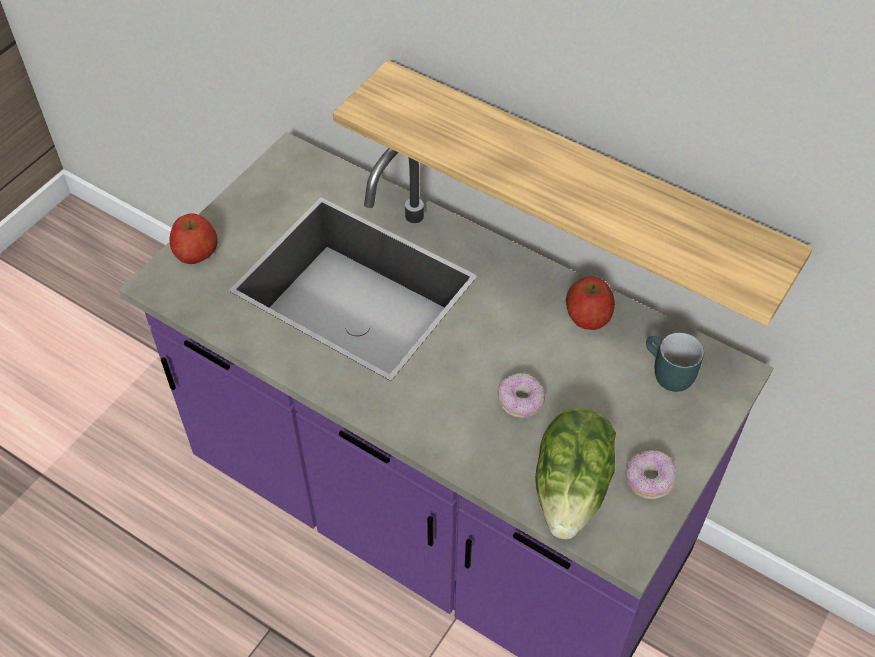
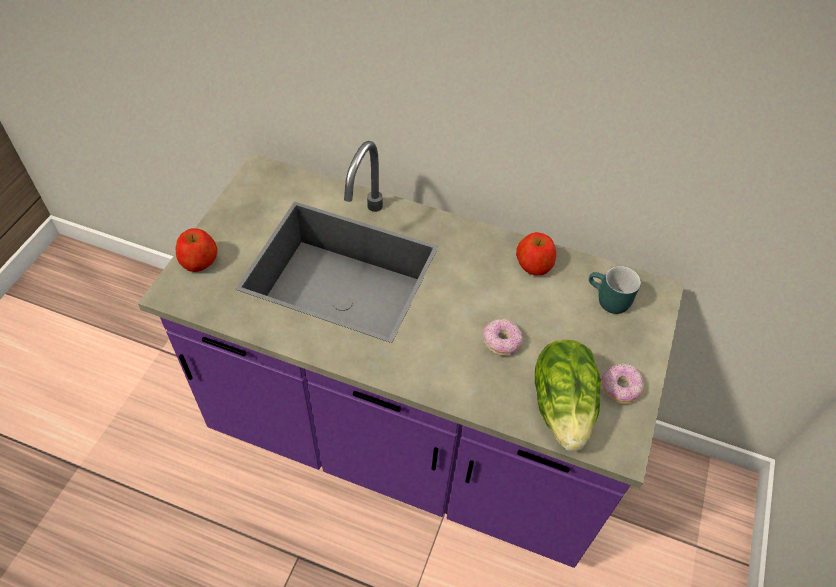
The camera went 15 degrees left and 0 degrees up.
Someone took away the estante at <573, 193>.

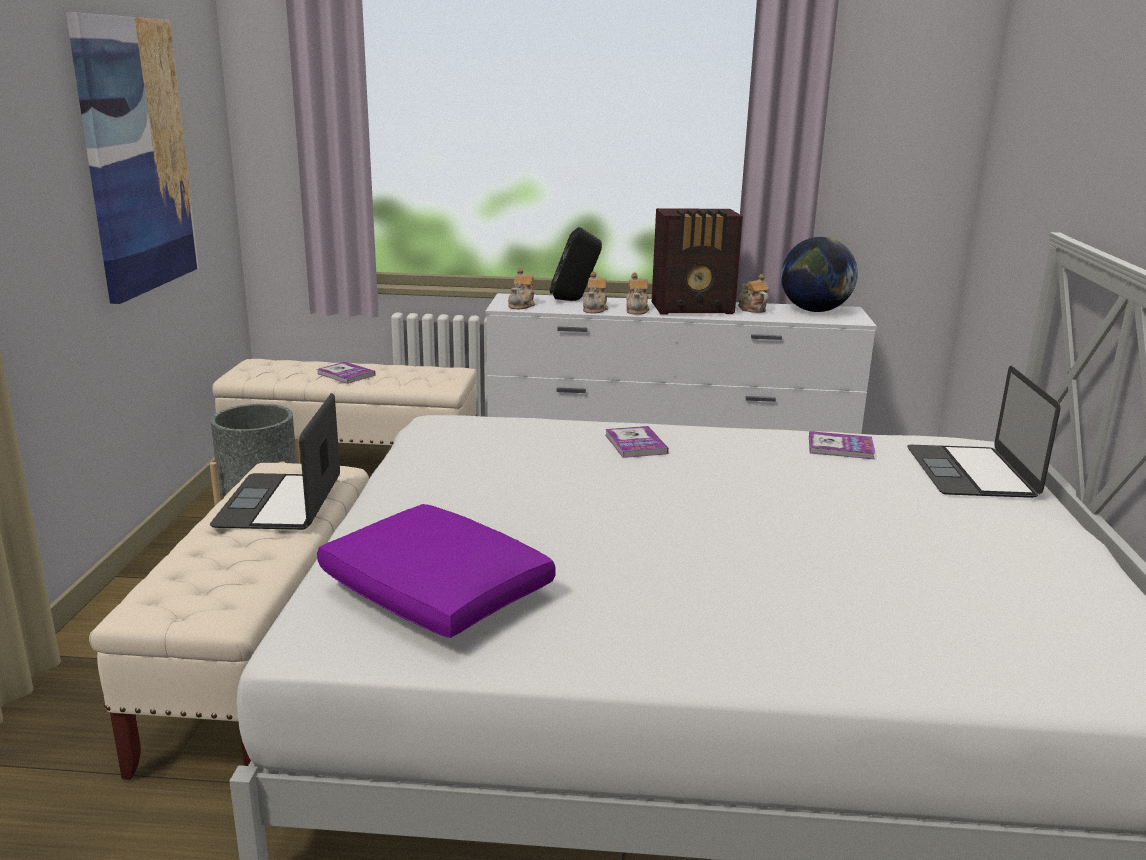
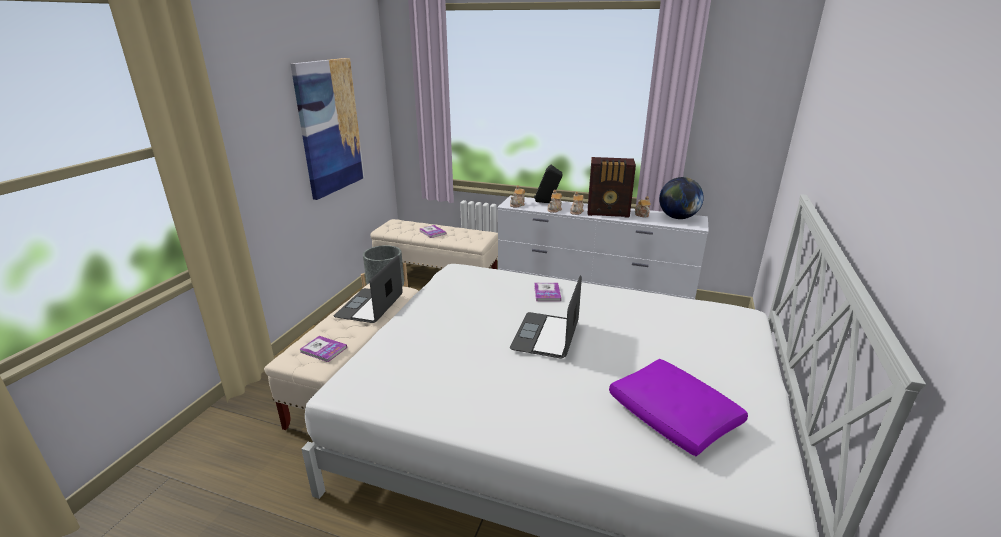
The camera went 15 degrees right and 5 degrees up.
Someone carried the cojín/morado from <436, 571> to <678, 407>.
Someone carried the libro from <842, 445> to <323, 349>.
Someone carried the portátil from <984, 432> to <546, 316>.

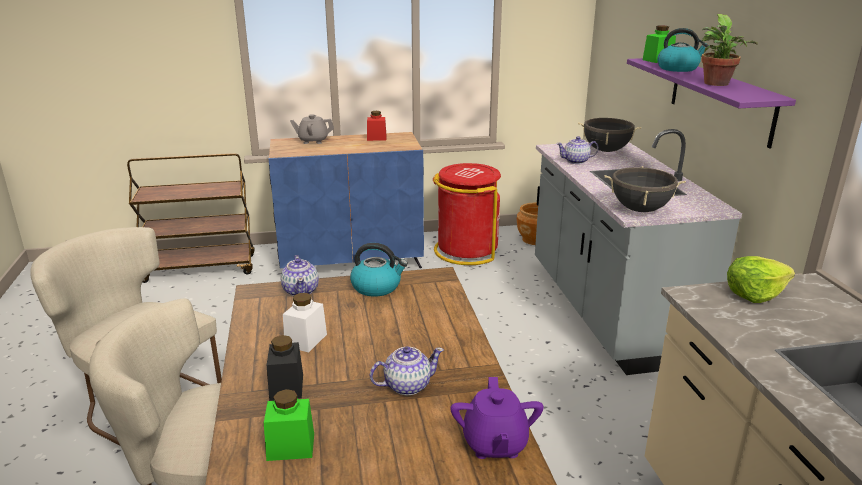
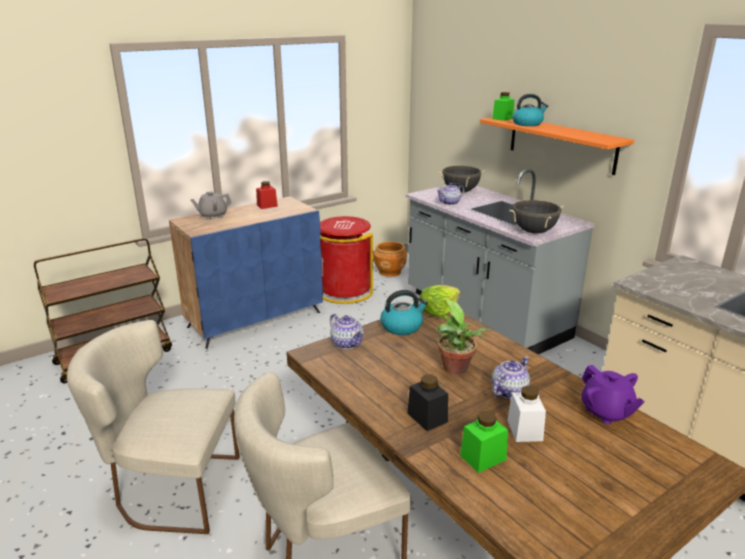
The camera went 25 degrees left and 0 degrees up.
Someone carried the tarro/blanco from <305, 323> to <527, 414>.
Someone carried the planta en maceta from <729, 50> to <463, 337>.
Someone carried the lechuga from <761, 279> to <440, 301>.
Someone repainted the estante/morado at <711, 103>, which became the estante/naranja at <557, 146>.

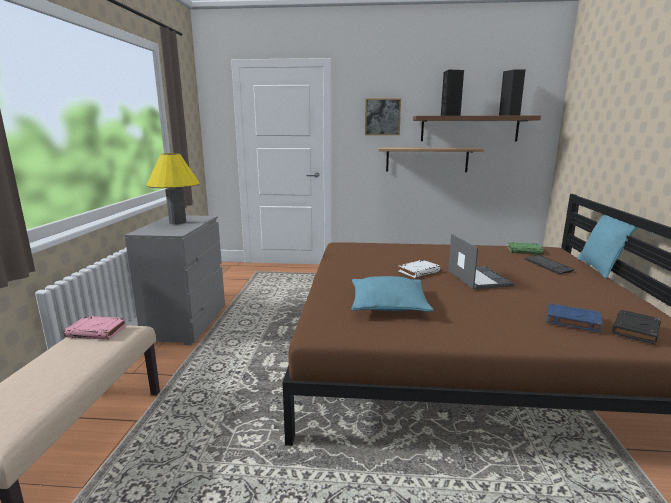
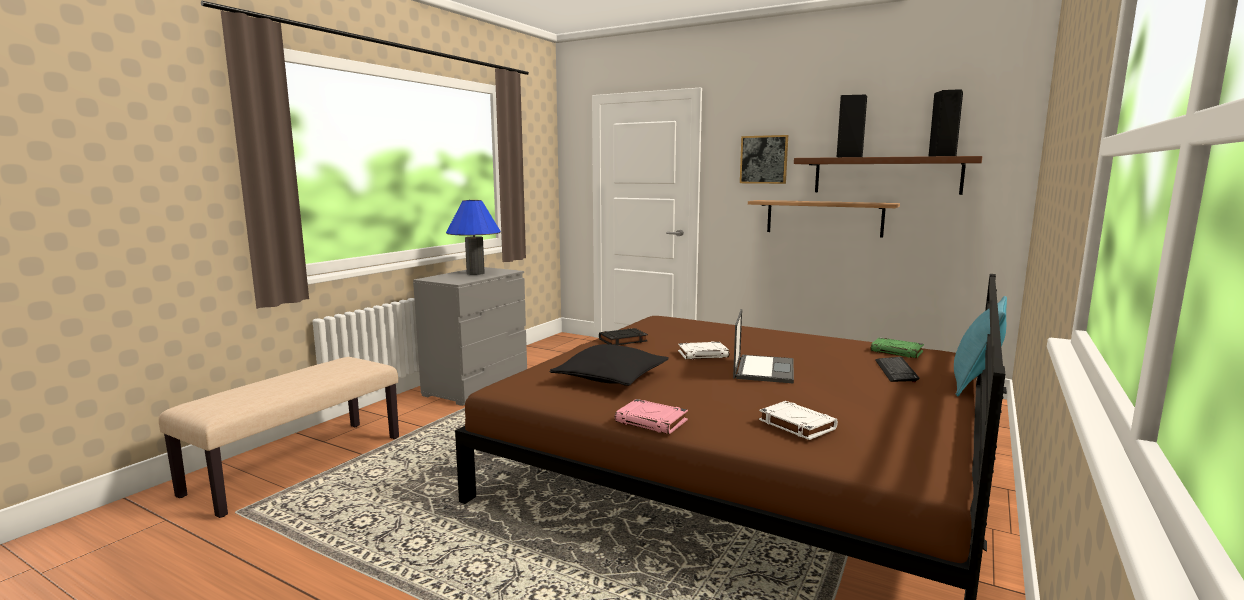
The camera went 25 degrees right and 5 degrees down.
Someone carried the libro/rosa from <95, 328> to <651, 416>.
Someone carried the libro/negro from <636, 327> to <623, 336>.
Someone repainted the lámpara de mesa/amarillo at <173, 188>, which became the lámpara de mesa/azul at <473, 237>.
Someone repainted the cojín/turquesa at <393, 294>, which became the cojín/negro at <609, 365>.
Someone repainted the libro/azul at <575, 317>, which became the libro/blanco at <798, 420>.

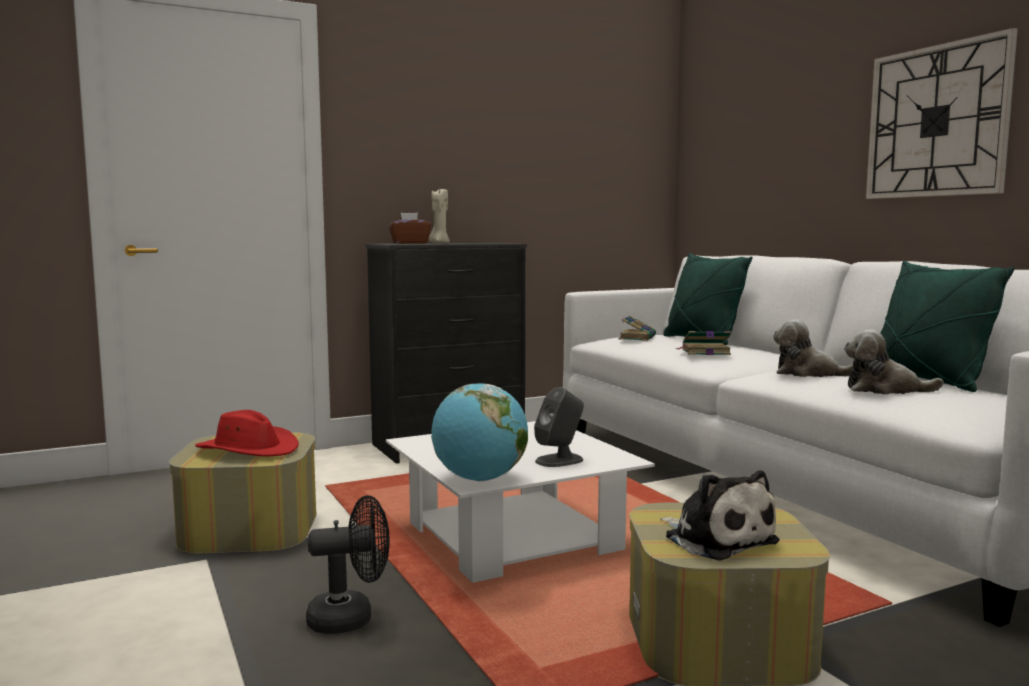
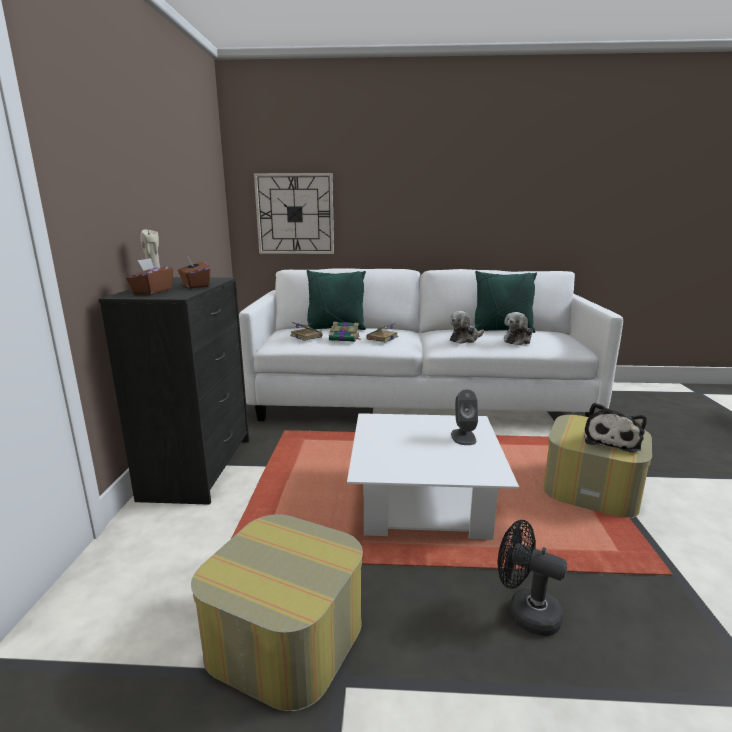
The camera went 60 degrees left and 10 degrees up.
Someone took away the sombrero/rojo at <247, 433>.
Someone took away the globo terráqueo at <479, 432>.
Someone put down the caja de pañuelos/marrón at <194, 272>.
Someone put down the libro at <345, 332>.
Someone carried the reloj de pared from <942, 113> to <294, 213>.
Someone rotated the ventilador/negro at <348, 564> by 75 degrees counterclockwise.
Someone rotated the peluche at <720, 515> by 120 degrees clockwise.

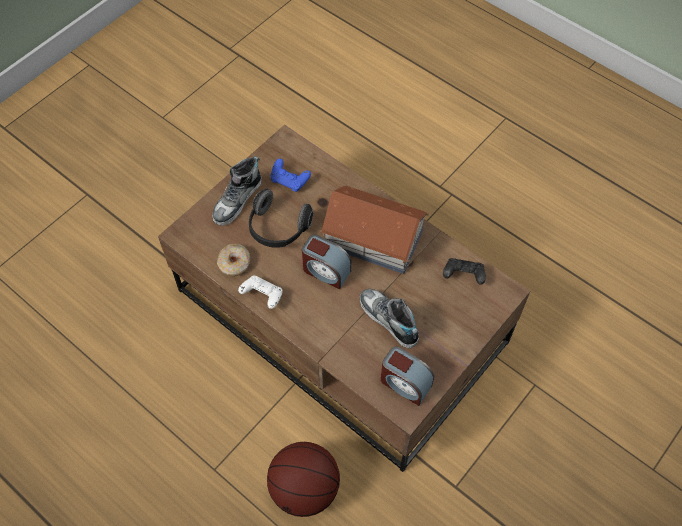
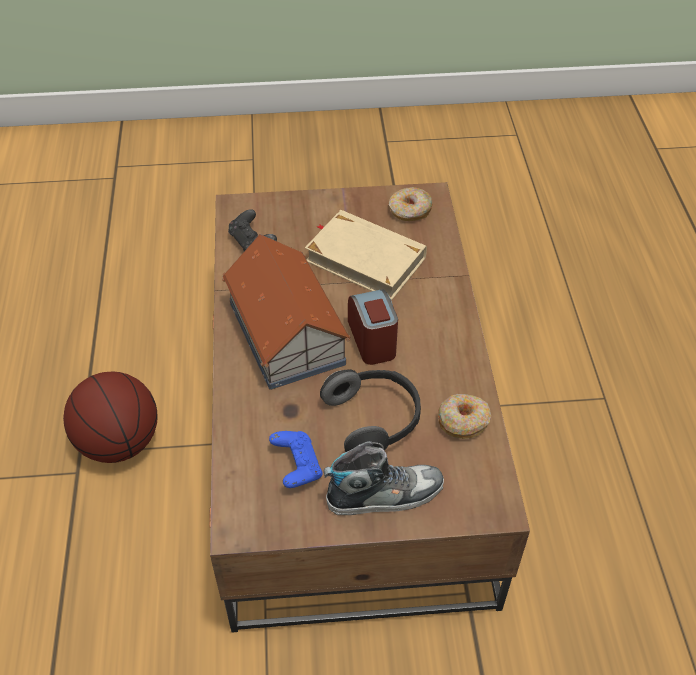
The camera went 135 degrees left and 10 degrees down.
Someone took away the mando de consola/blanco at <260, 292>.
Someone carried the balón de baloncesto from <303, 479> to <110, 417>.
Someone swapped the zapato at <389, 319> for the libro/beis at <366, 255>.
Someone swapped the despertador at <407, 376> for the rosquilla at <411, 204>.

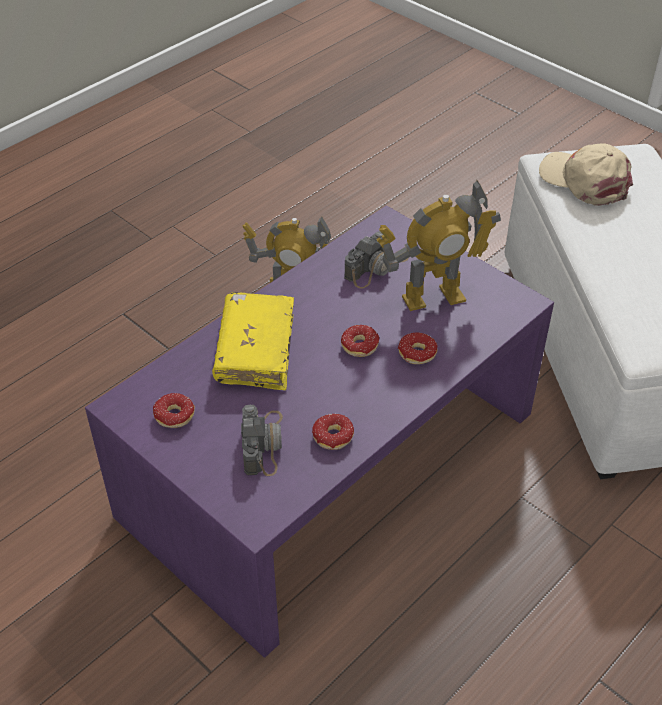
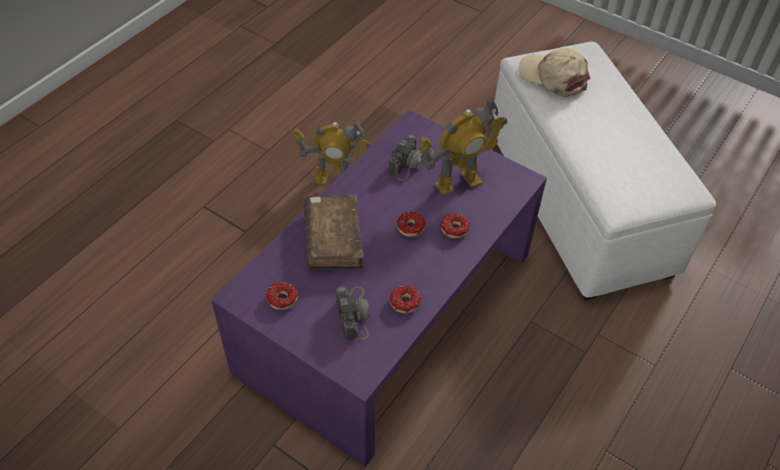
The camera went 10 degrees left and 5 degrees up.
Someone repainted the libro/amarillo at <253, 341>, which became the libro/marrón at <334, 232>.

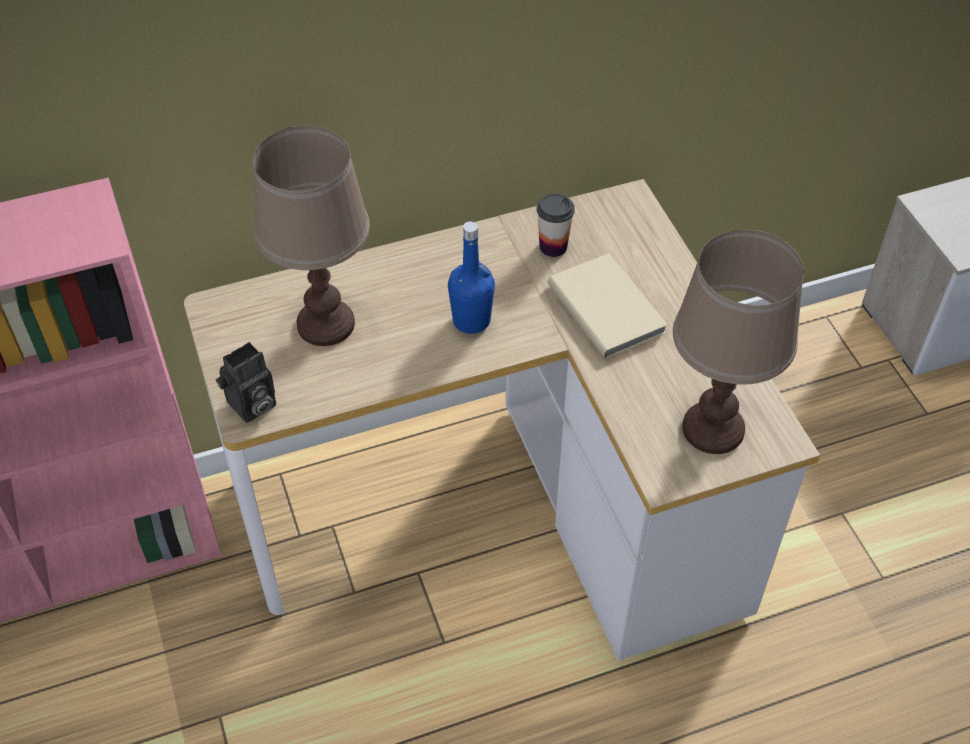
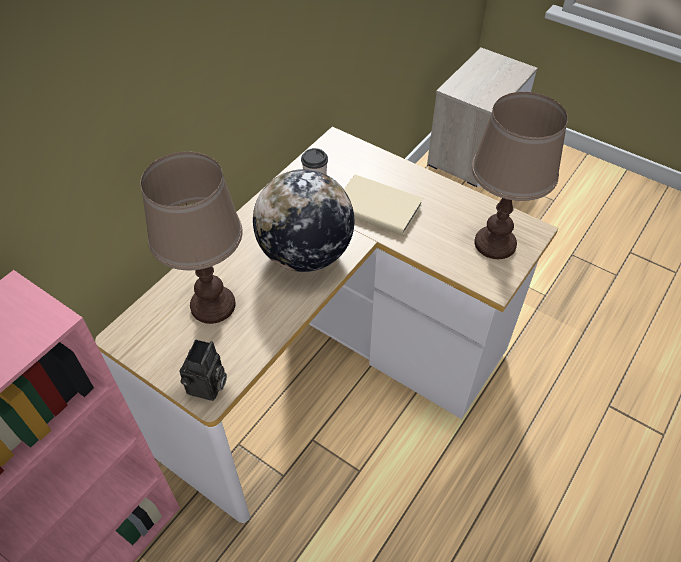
The camera went 35 degrees left and 0 degrees up.
Someone swapped the botella/azul at <471, 277> for the globo terráqueo at <303, 220>.

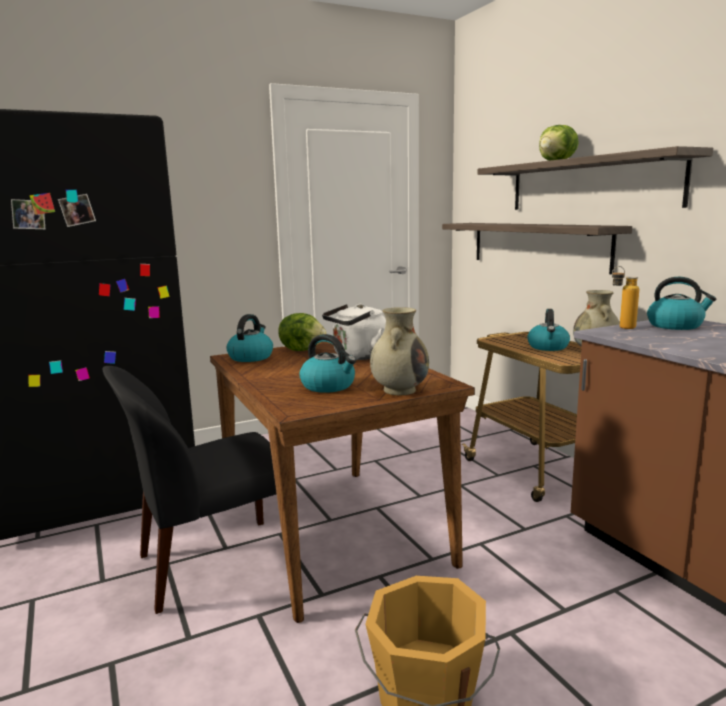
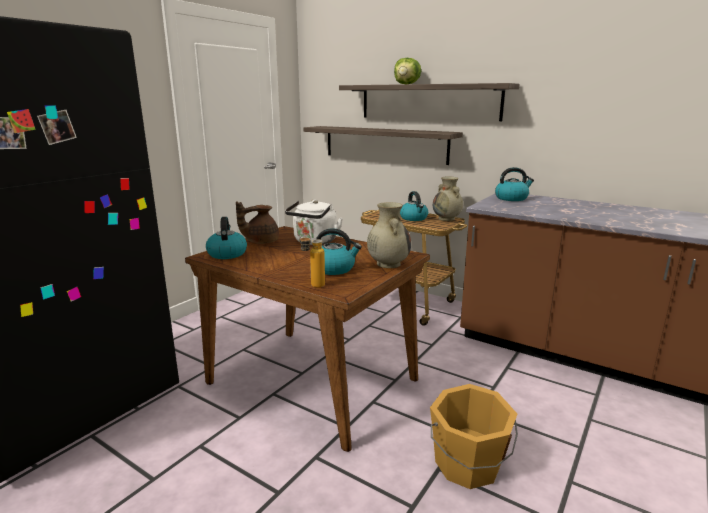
The camera went 30 degrees left and 5 degrees up.
Someone took away the silla/negro at <189, 490>.
Someone carried the botella from <625, 297> to <312, 260>.
Someone swapped the lechuga at <302, 332> for the tetera/marrón at <257, 222>.

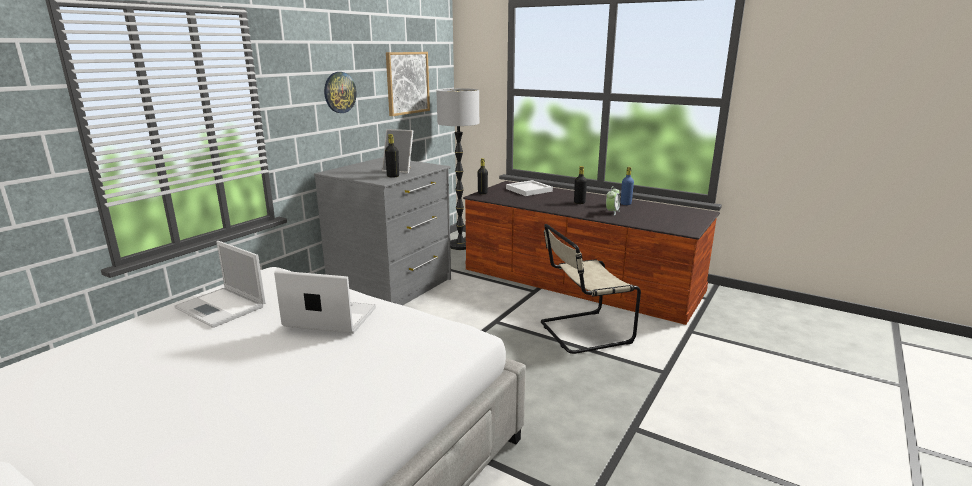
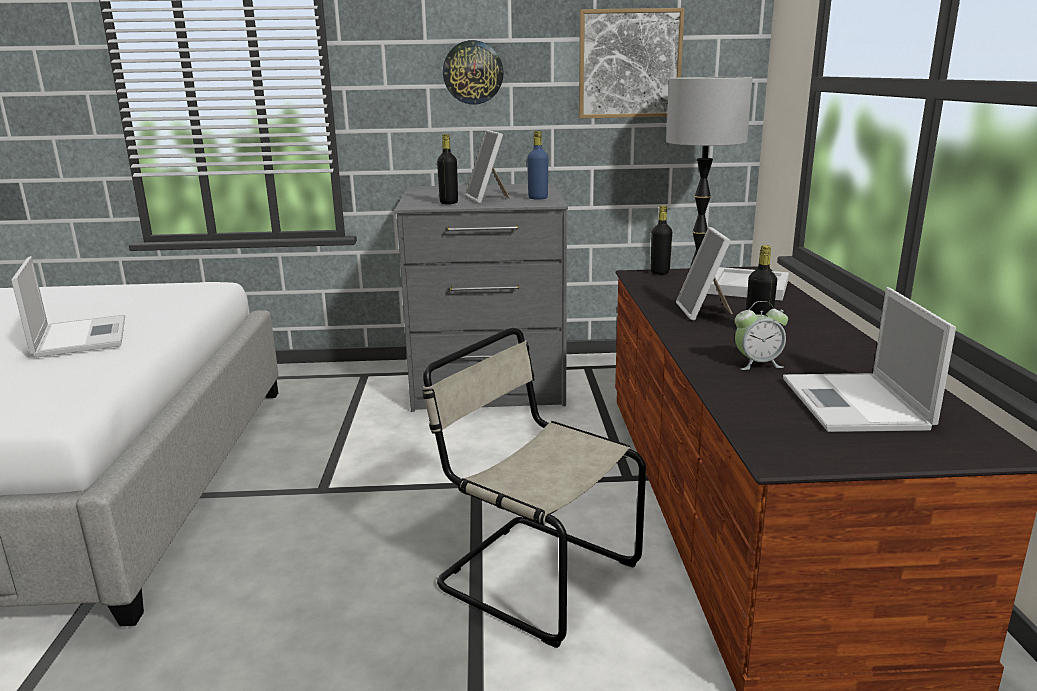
The camera went 55 degrees right and 0 degrees up.
Someone put down the portarretratos at <704, 273>.
Someone carried the portátil from <220, 284> to <869, 359>.
Someone carried the botella/azul from <627, 186> to <537, 165>.

